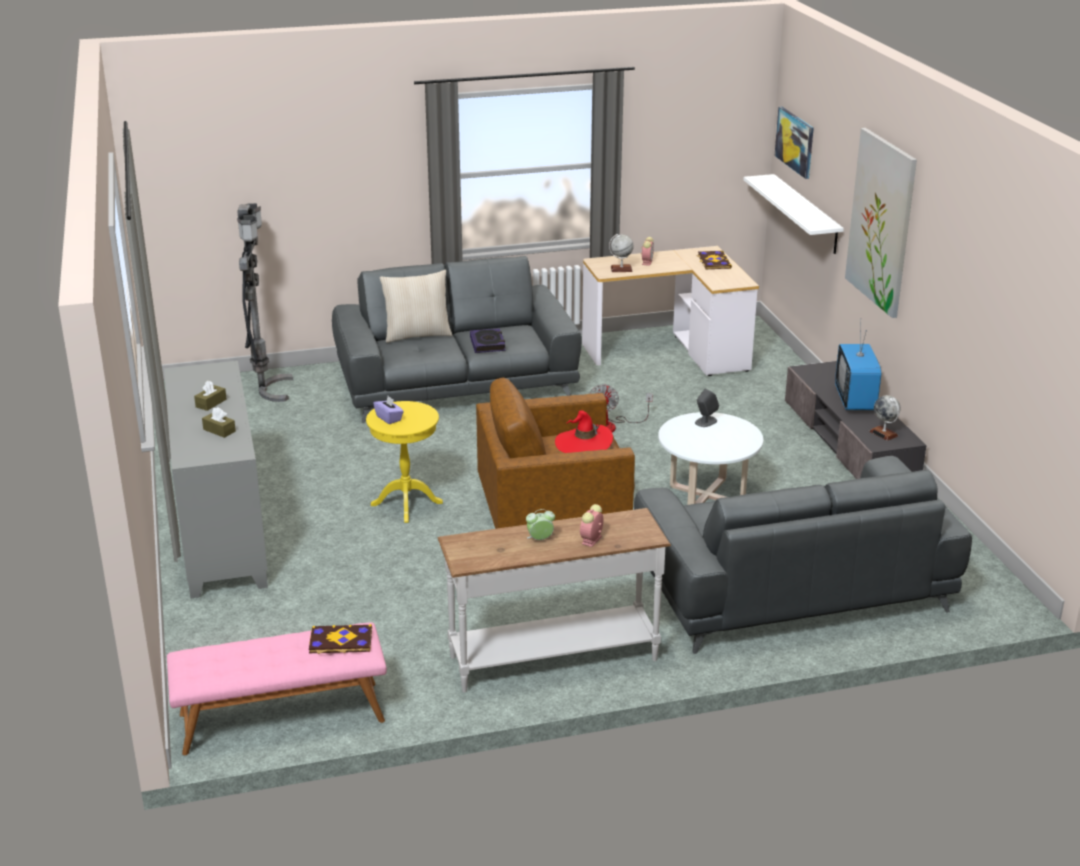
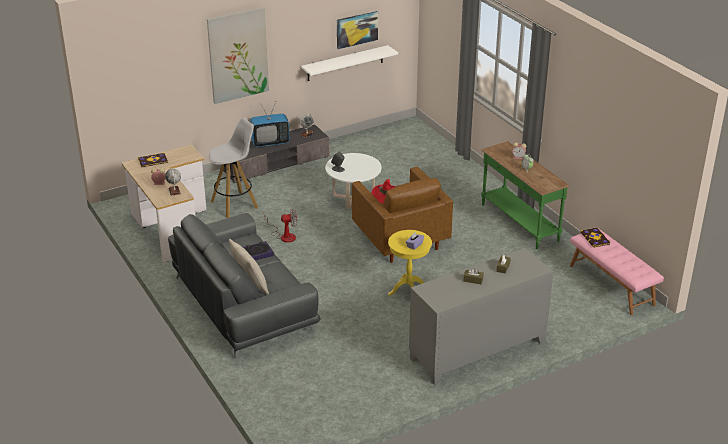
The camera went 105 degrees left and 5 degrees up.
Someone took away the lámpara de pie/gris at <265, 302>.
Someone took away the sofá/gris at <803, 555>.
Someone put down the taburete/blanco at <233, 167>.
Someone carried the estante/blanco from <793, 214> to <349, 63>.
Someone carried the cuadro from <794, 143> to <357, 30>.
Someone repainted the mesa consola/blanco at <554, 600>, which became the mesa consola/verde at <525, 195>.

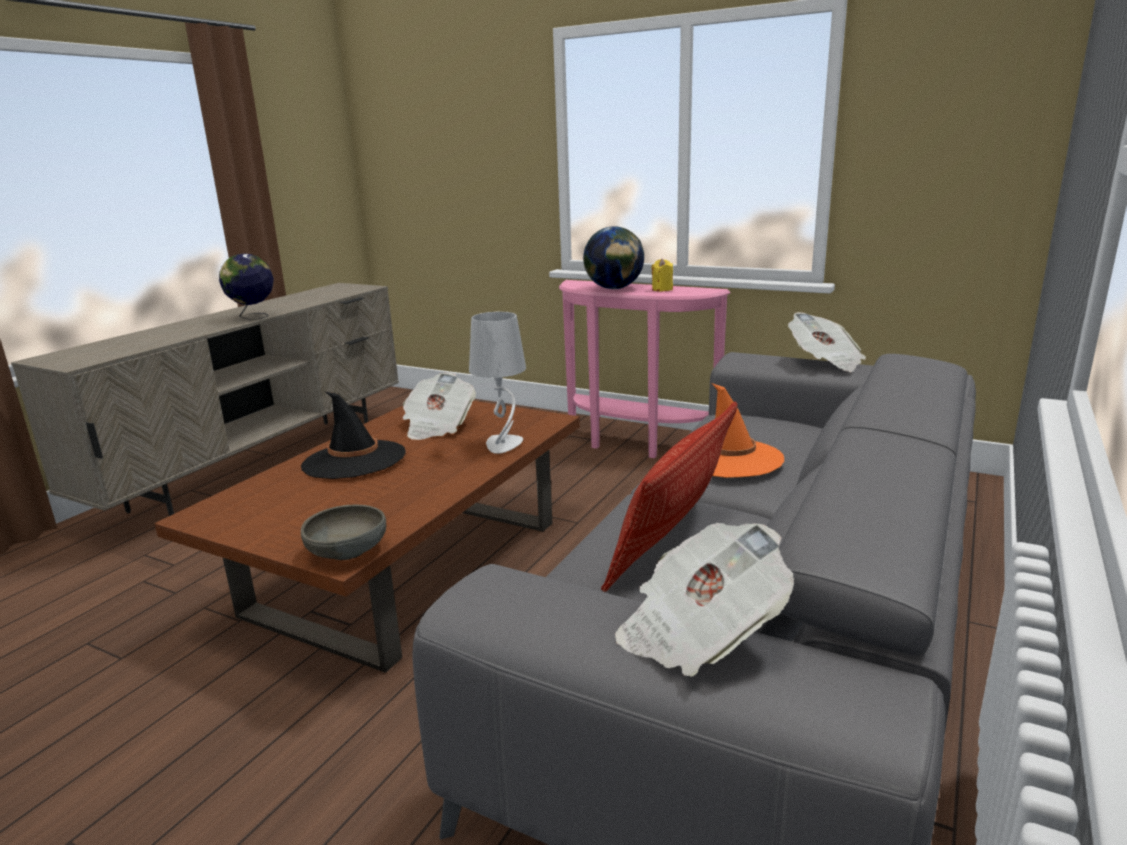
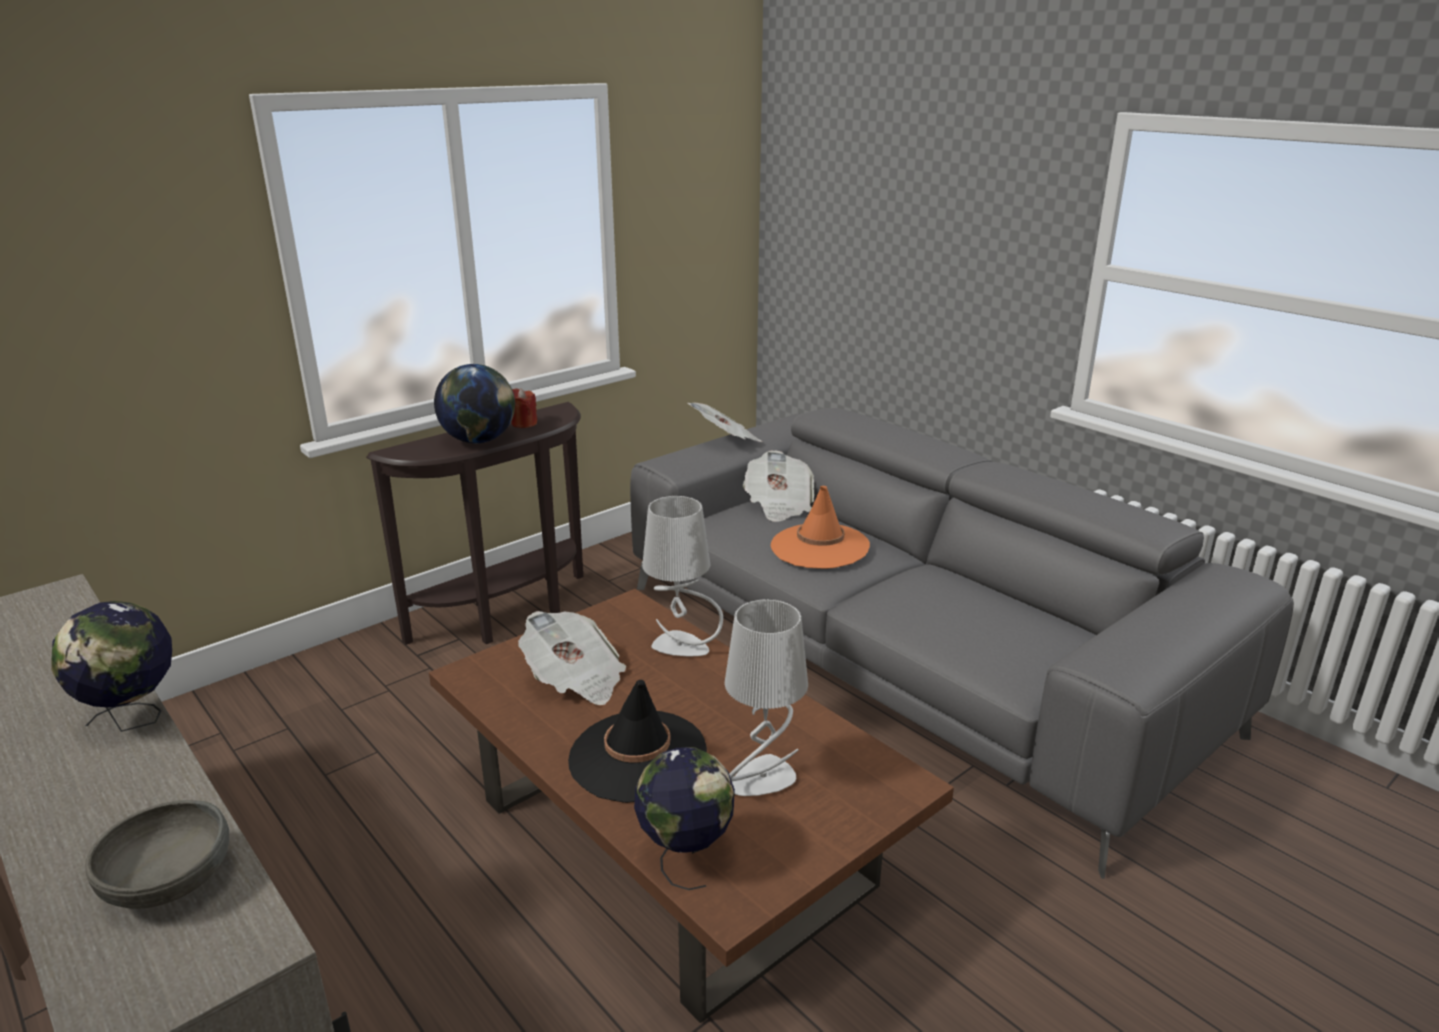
The camera went 70 degrees left and 5 degrees up.
Someone took away the cojín at <669, 496>.
Someone put down the globo terráqueo at <684, 818>.
Someone put down the lámpara de mesa/gris at <766, 697>.
Someone carried the cuenco/gris from <343, 532> to <157, 854>.
Someone carried the periódico from <704, 600> to <778, 486>.
Someone repainted the mesa consola/rosa at <645, 369>, which became the mesa consola/marrón at <474, 523>.
Someone repainted the vela/amarillo at <662, 275>, which became the vela/rojo at <524, 408>.

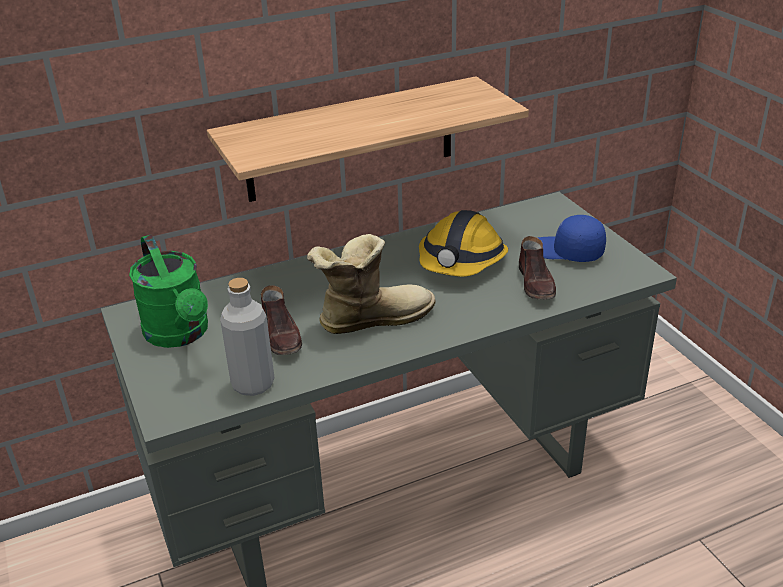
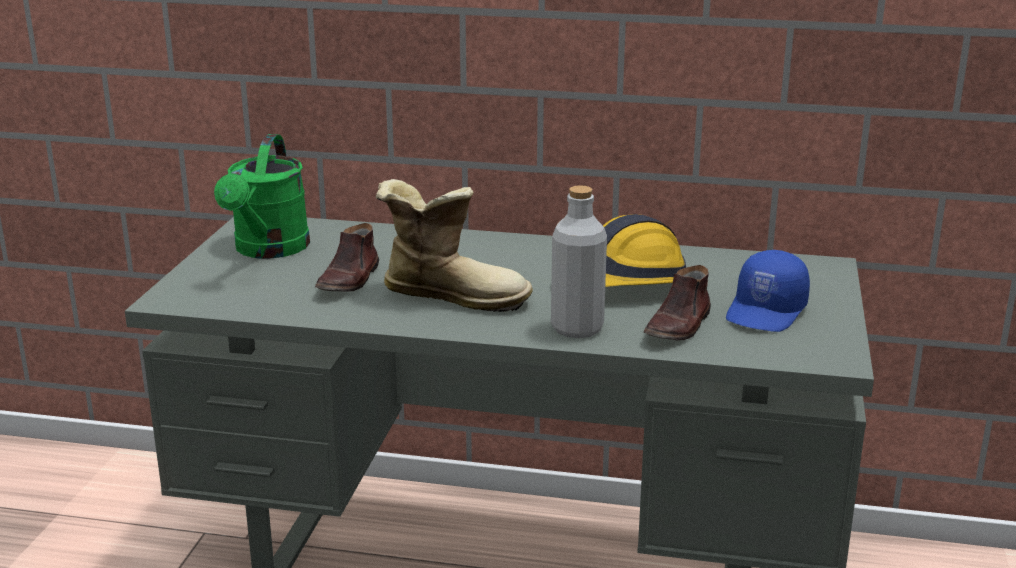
The camera went 35 degrees right and 10 degrees down.
Someone took away the estante at <368, 139>.
Someone carried the botella/gris from <247, 337> to <579, 261>.
Someone rotated the gorra/azul at <572, 238> by 120 degrees counterclockwise.

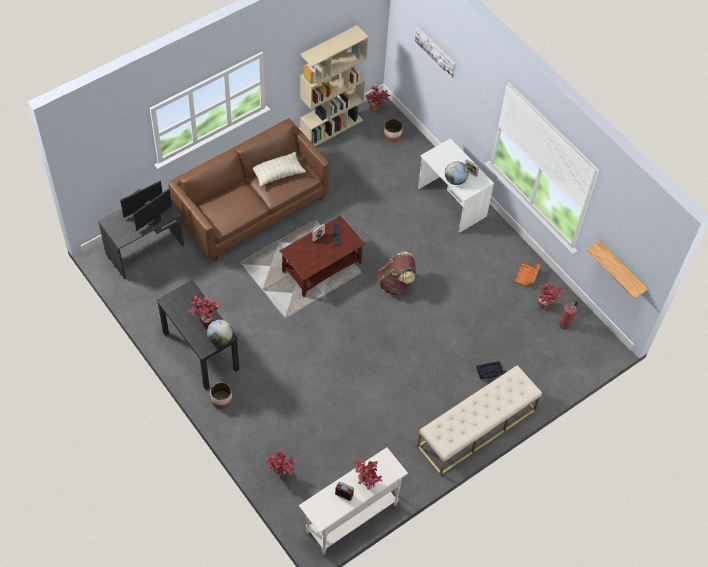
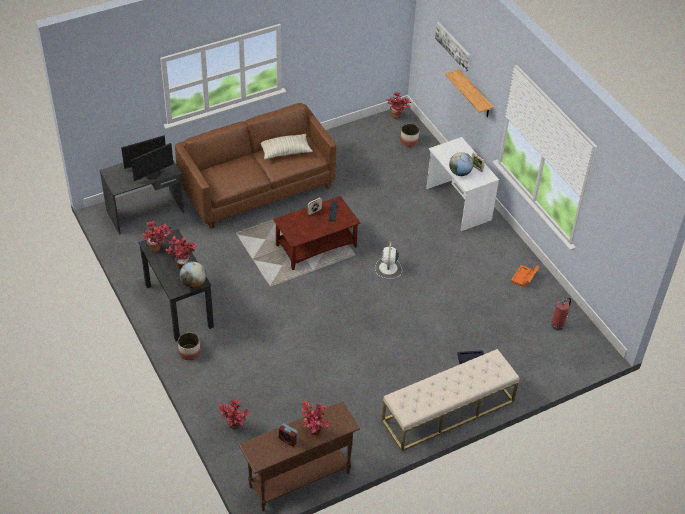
The camera went 10 degrees right and 10 degrees down.
Someone took away the estantería/beis at <334, 85>.
Someone carried the planta en maceta from <550, 296> to <157, 236>.
Someone carried the estante from <617, 270> to <469, 93>.
Someone swapped the mochila/marrón at <397, 273> for the ventilador/blanco at <388, 260>.
Someone repainted the mesa consola/blanco at <353, 501>, which became the mesa consola/marrón at <299, 456>.

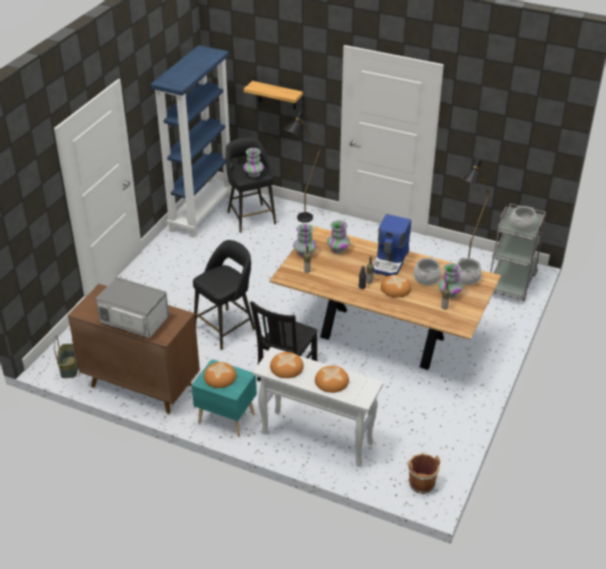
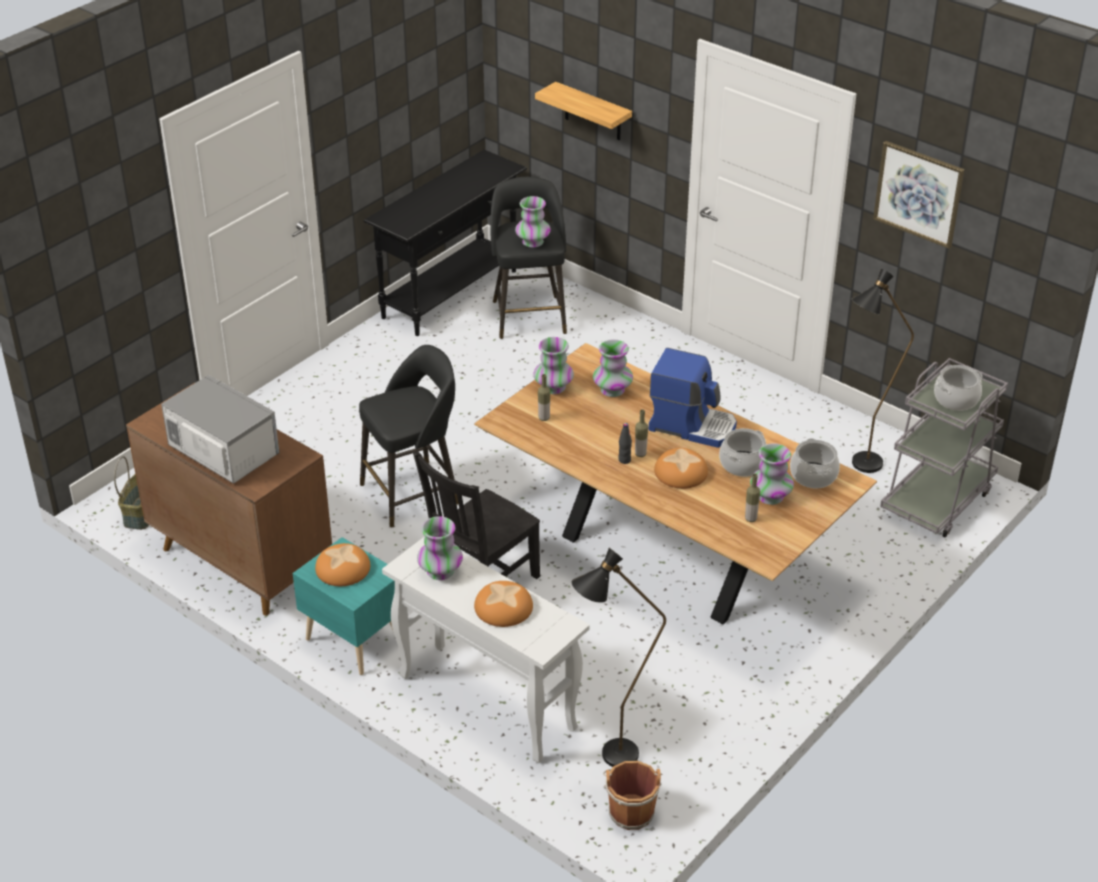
The camera went 15 degrees right and 0 degrees up.
Someone put up the cuadro at <918, 195>.
Someone carried the lámpara de pie/negro from <302, 167> to <618, 657>.
Someone swapped the estantería/azul at <191, 141> for the mesa consola/negro at <445, 243>.
Someone swapped the pan at <287, 365> for the florero at <440, 548>.
Someone rotated the cafetera at <392, 245> by 105 degrees counterclockwise.

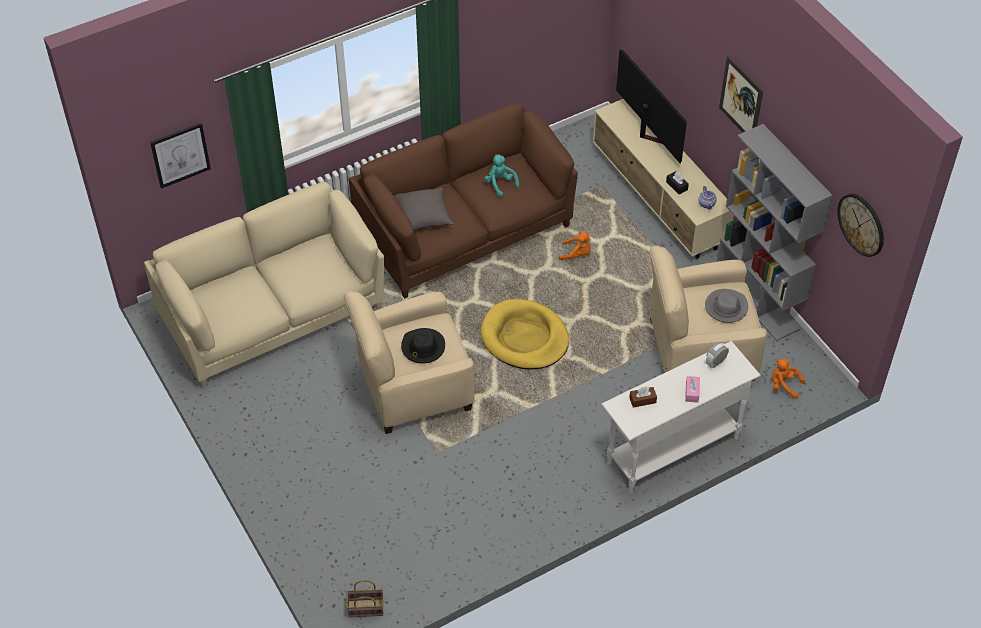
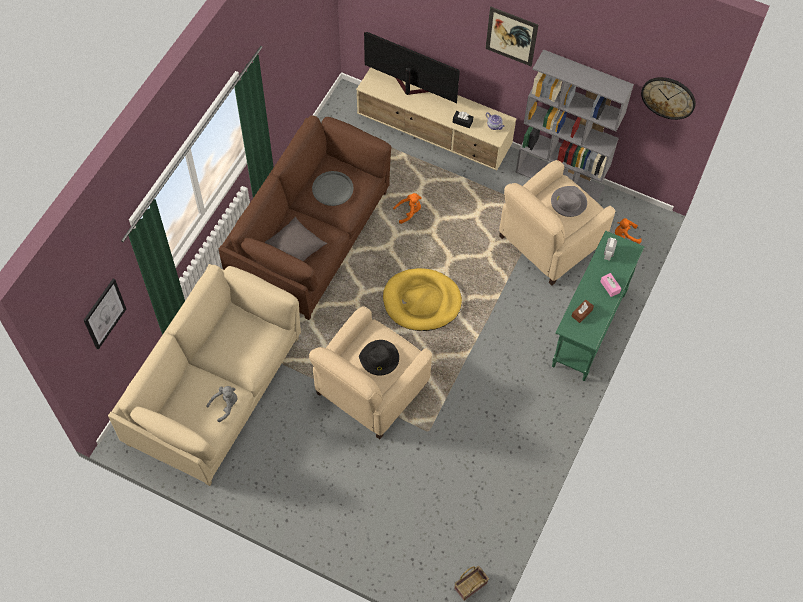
The camera went 35 degrees left and 10 degrees up.
Someone put down the peluche/gris at <221, 404>.
Someone swapped the peluche/turquesa at <501, 175> for the bandeja/gris at <332, 188>.
Someone repainted the mesa consola/blanco at <681, 417>, which became the mesa consola/verde at <598, 306>.

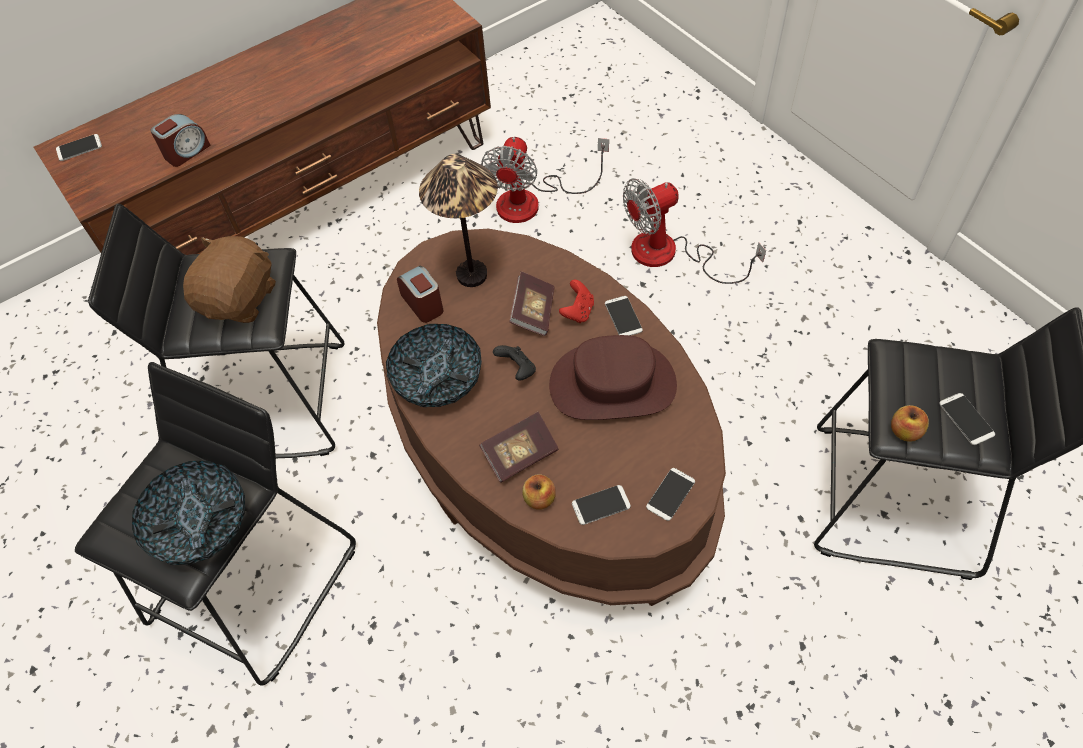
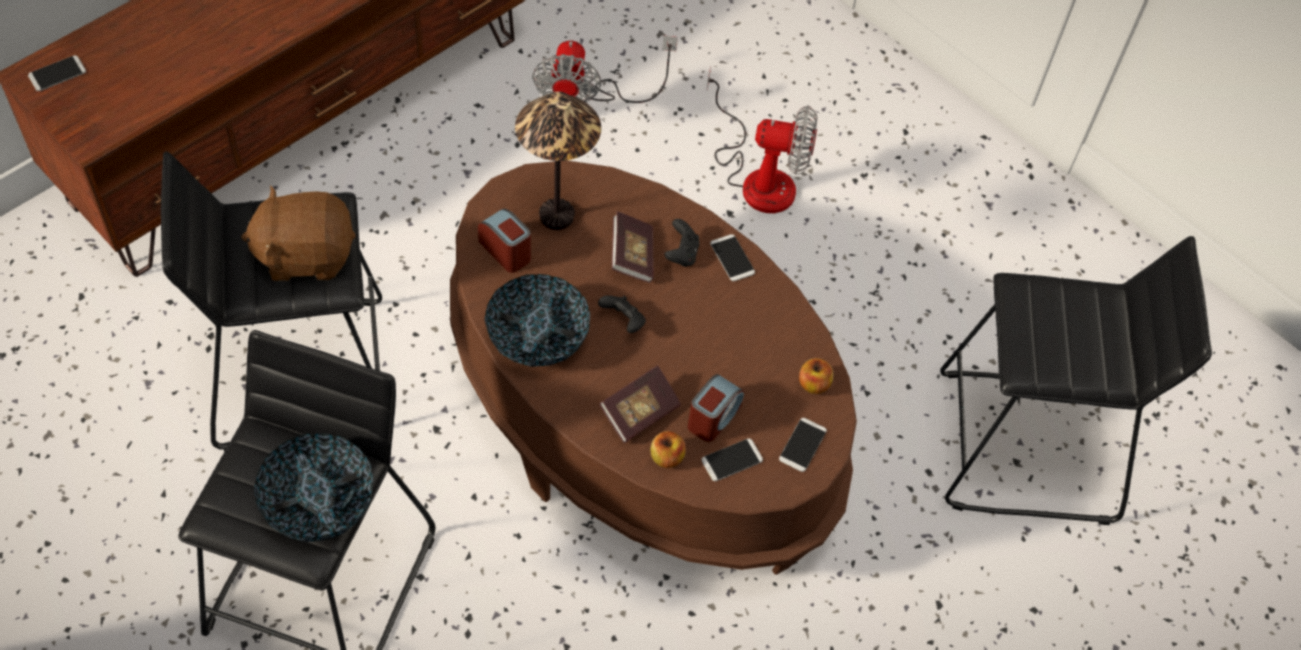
The camera went 15 degrees left and 0 degrees up.
Someone took away the sombrero/marrón at <613, 377>.
Someone took away the móvil at <967, 419>.
Someone carried the despertador from <180, 140> to <716, 408>.
Someone carried the manzana from <910, 423> to <816, 376>.
Someone repainted the mando de consola/rojo at <576, 301>, which became the mando de consola/negro at <681, 243>.
Someone rotated the peluche/marrón at <229, 279> by 105 degrees counterclockwise.
Someone rotated the ventilador at <694, 231> by 135 degrees counterclockwise.

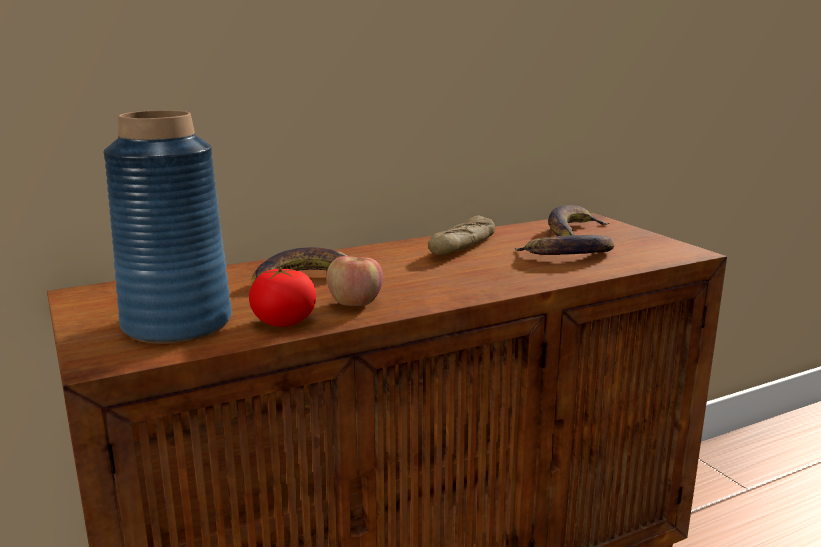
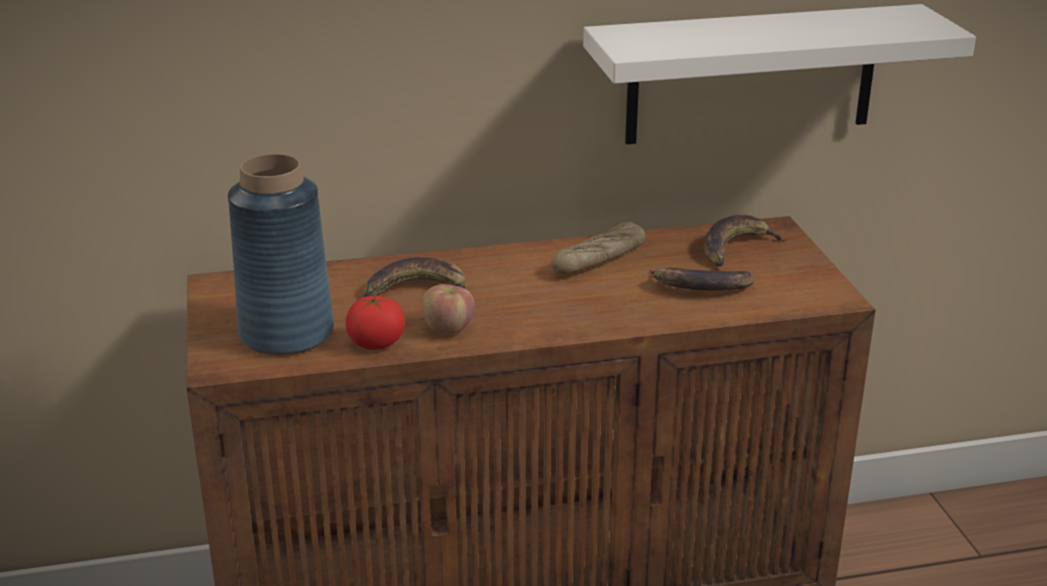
The camera went 15 degrees right and 10 degrees up.
Someone put up the estante/blanco at <779, 74>.

